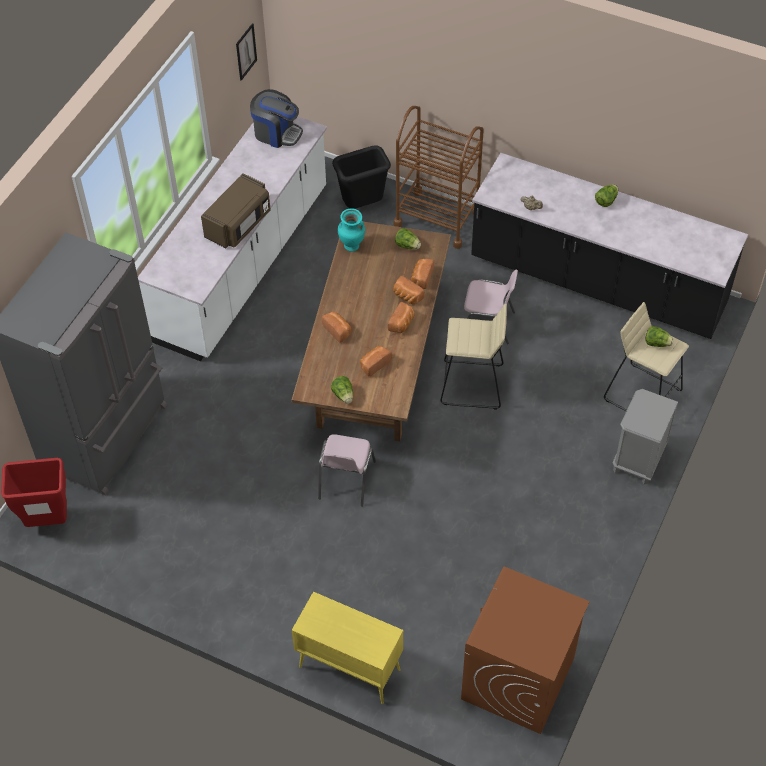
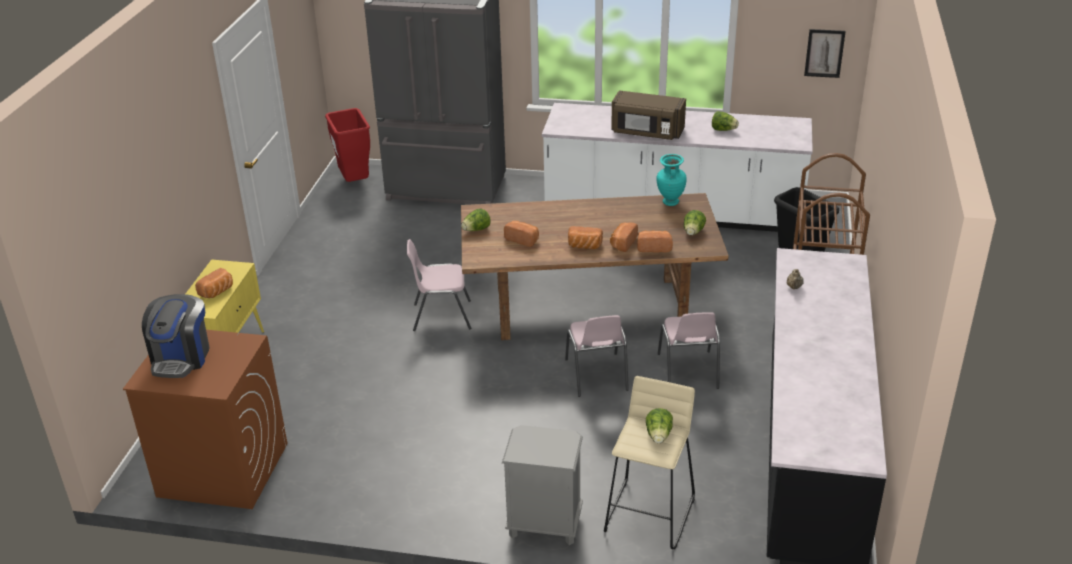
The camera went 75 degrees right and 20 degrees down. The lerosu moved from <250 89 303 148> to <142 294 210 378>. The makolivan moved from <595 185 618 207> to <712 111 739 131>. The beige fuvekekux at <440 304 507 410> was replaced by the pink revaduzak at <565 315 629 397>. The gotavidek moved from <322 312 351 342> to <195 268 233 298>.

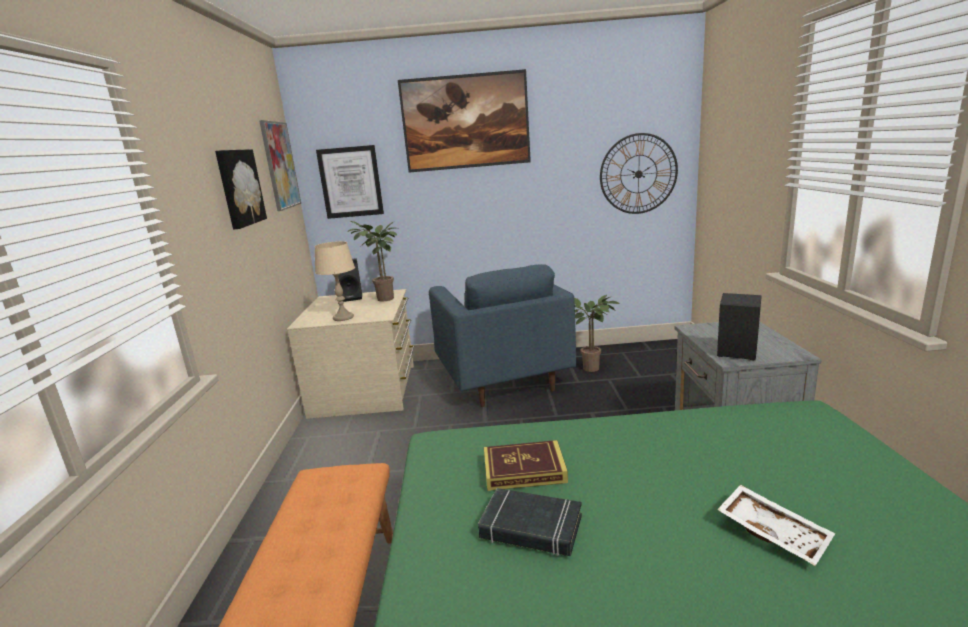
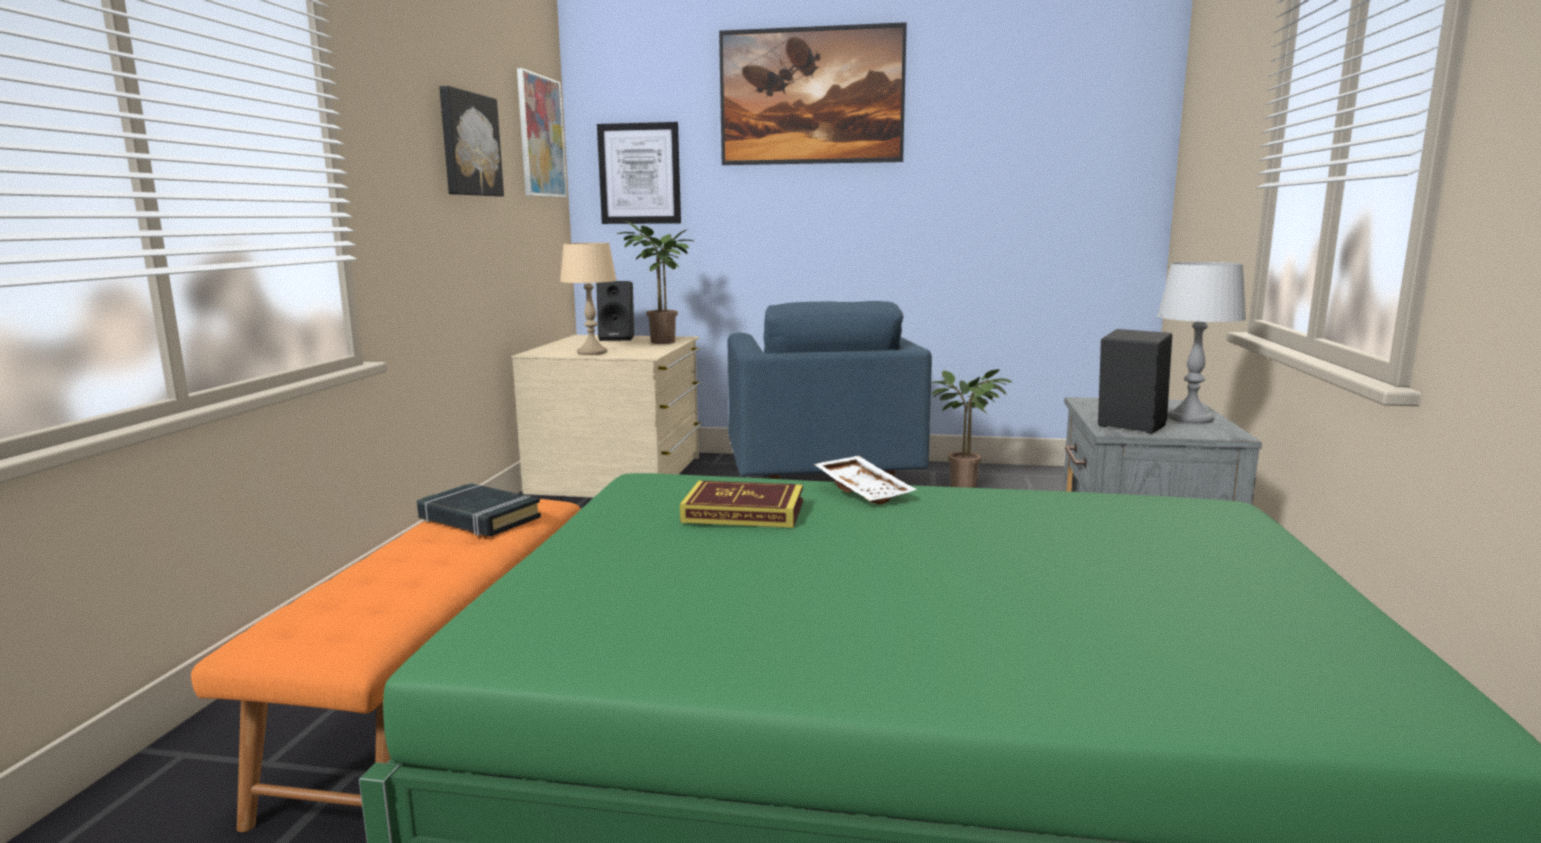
The camera went 10 degrees right and 5 degrees down. The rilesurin at <600 133 678 214> disappeared. The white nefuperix moved from <717 485 835 566> to <814 456 917 505>. The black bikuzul moved from <478 488 582 556> to <417 483 541 537>. The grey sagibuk at <1157 262 1246 424> appeared.

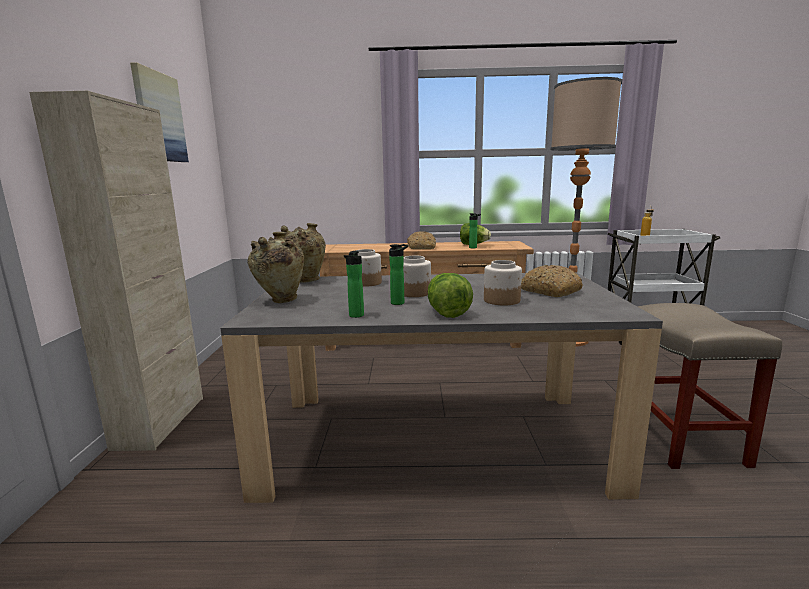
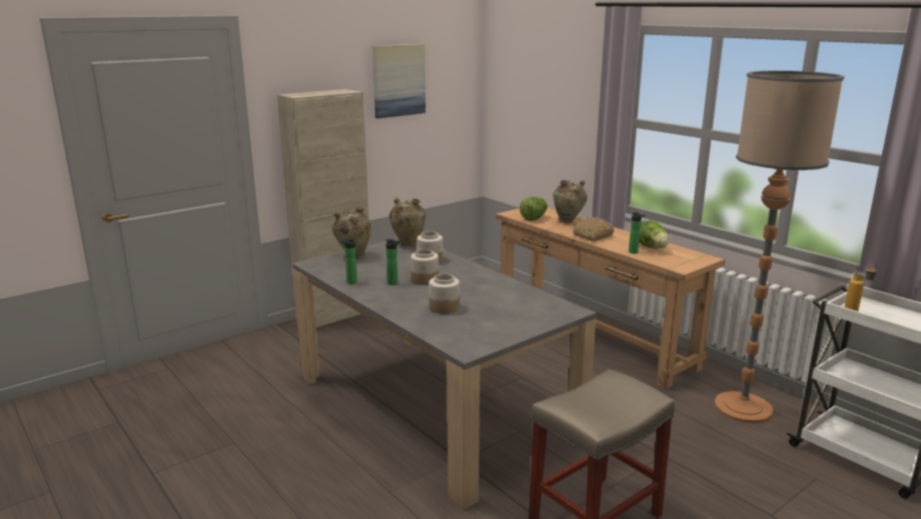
The camera went 50 degrees right and 5 degrees up. The gotavidek at <521 265 583 297> disappeared. The makolivan moved from <428 273 473 318> to <519 197 548 221>. The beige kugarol at <553 180 587 223> appeared.

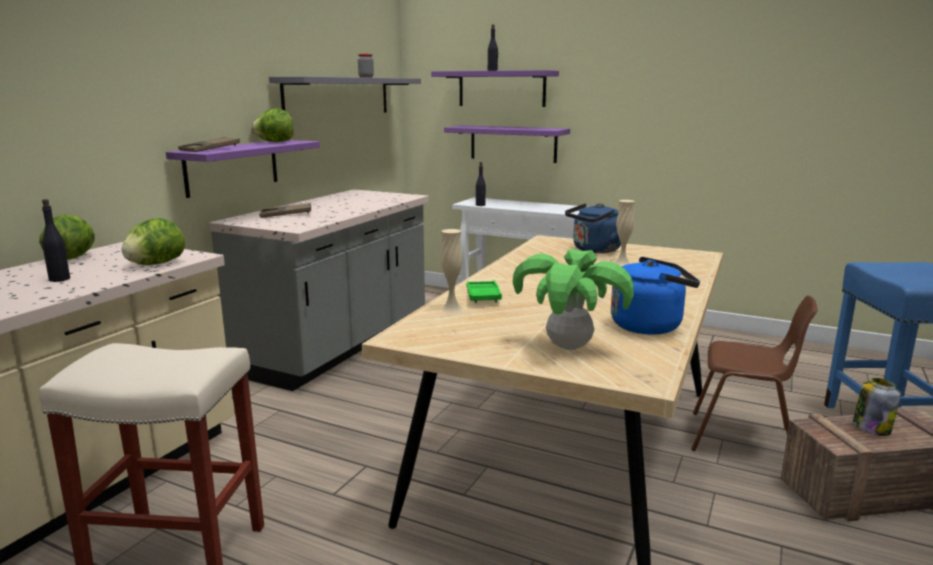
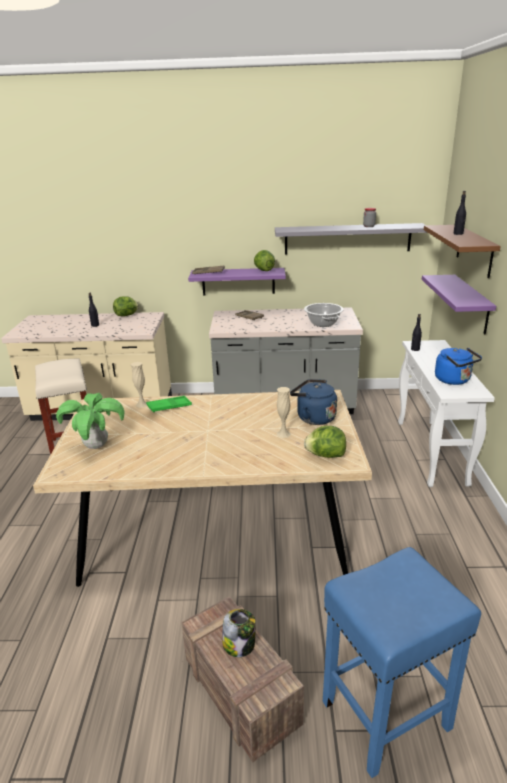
The camera went 65 degrees right and 10 degrees up. The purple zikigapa at <431 70 559 107> became the brown zikigapa at <424 225 501 278>. The makolivan moved from <122 218 185 265> to <304 426 346 458>. The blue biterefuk moved from <611 257 700 335> to <435 348 482 385>. The brown revaduzak at <691 295 818 451> disappeared. The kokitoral at <304 303 344 327> appeared.

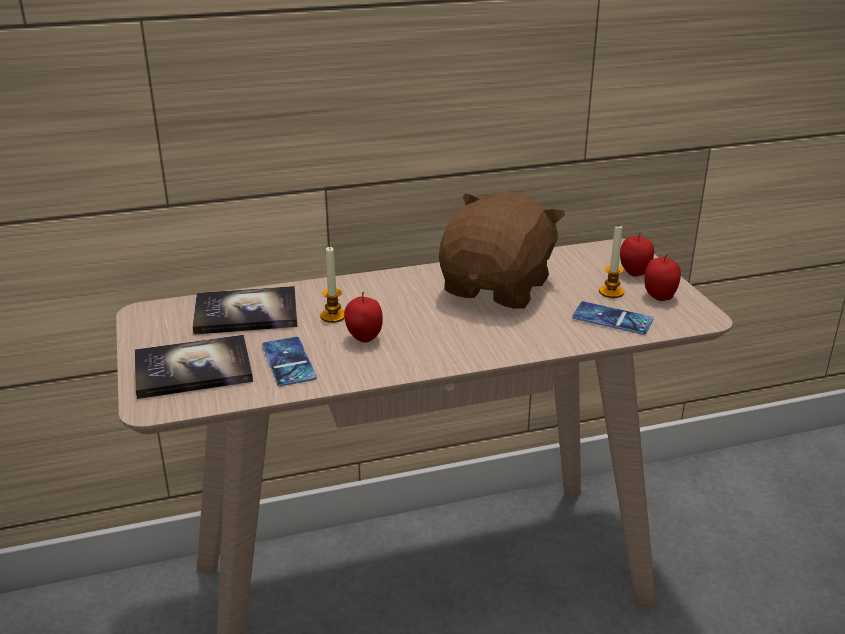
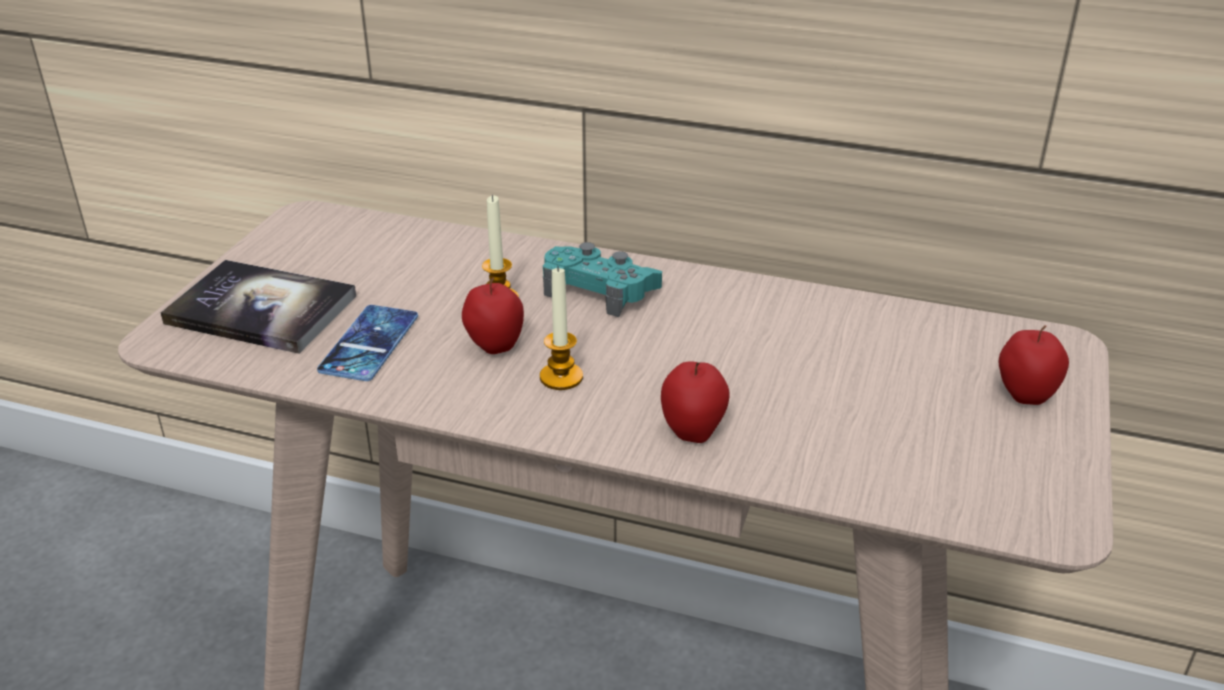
The camera went 35 degrees right and 5 degrees up. The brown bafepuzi at <439 192 565 309> disappeared. The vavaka moved from <599 226 624 298> to <540 267 583 390>. The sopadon moved from <644 255 681 301> to <661 361 729 443>. The bikuzul at <193 286 298 335> disappeared. The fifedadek at <572 301 653 335> disappeared. The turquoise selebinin at <543 242 662 317> appeared.

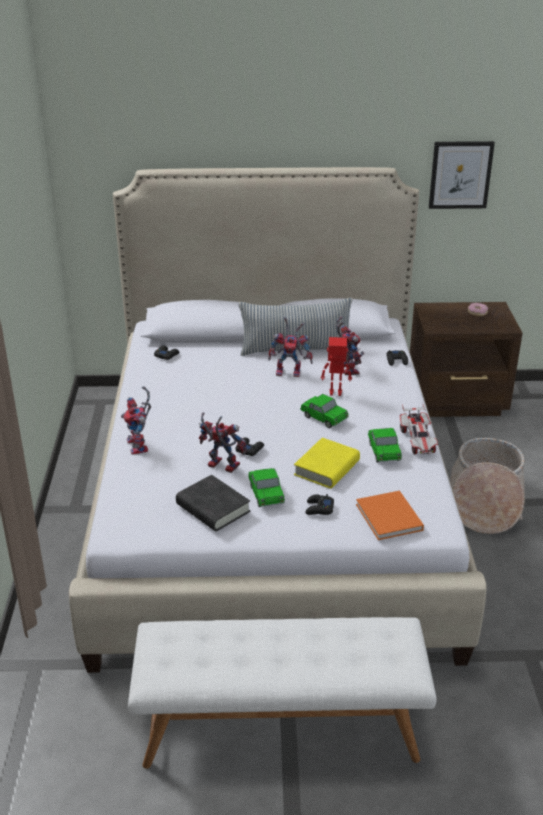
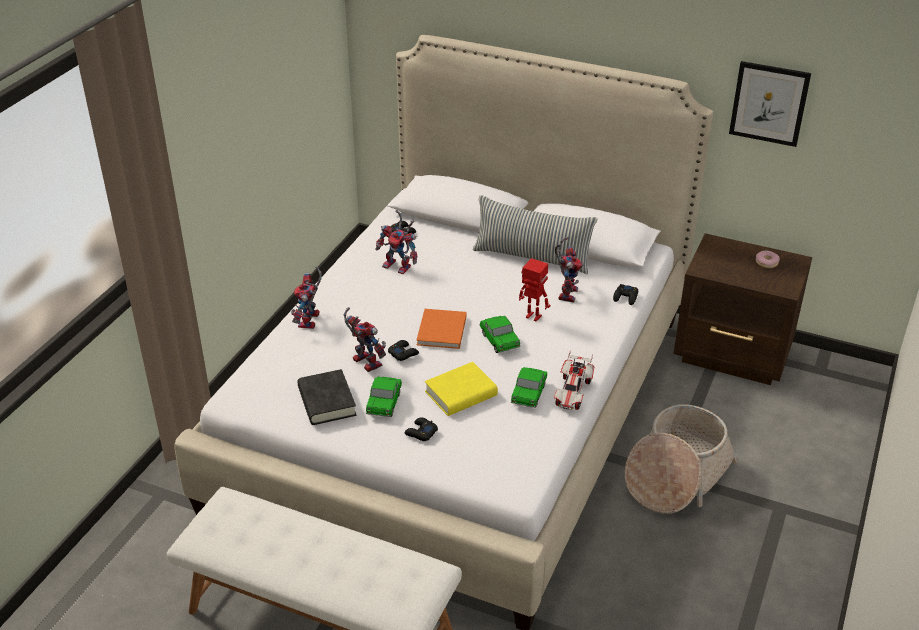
The camera went 25 degrees right and 5 degrees up. The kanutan moved from <268 317 313 377> to <375 210 418 274>. The orange bikuzul moved from <356 491 424 540> to <416 309 466 349>.

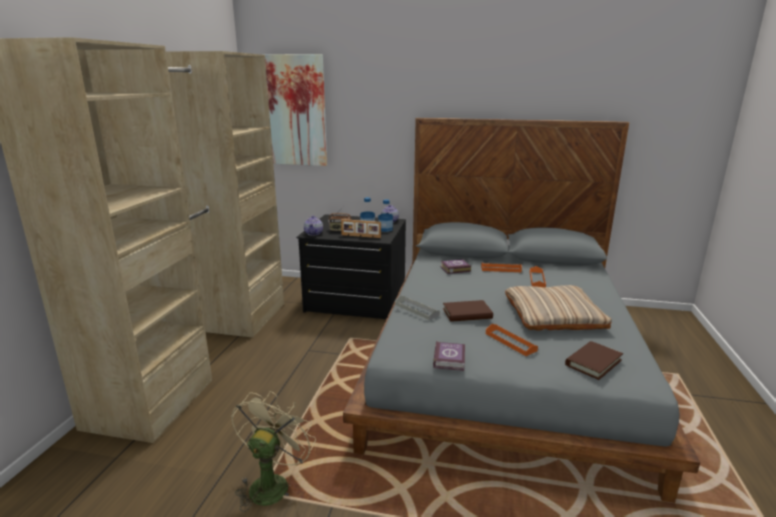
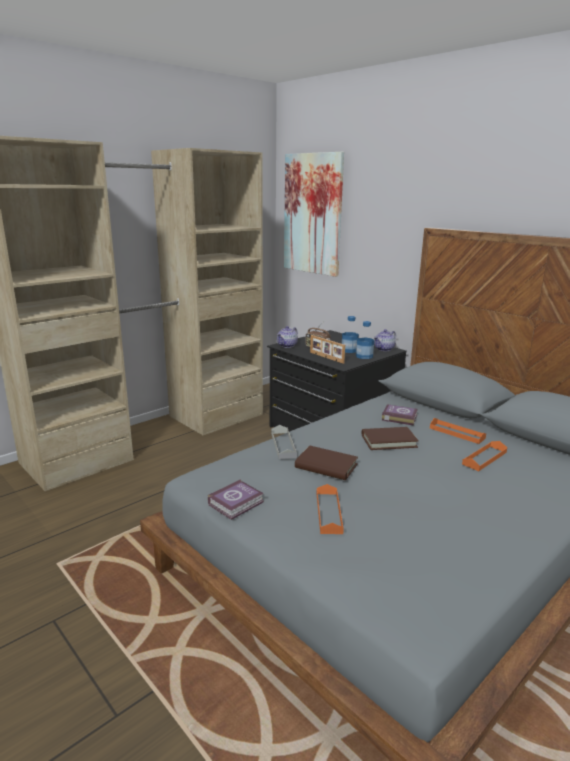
The camera went 35 degrees right and 0 degrees up. The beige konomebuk at <505 285 612 331> disappeared. The brown bikuzul moved from <565 341 623 380> to <362 427 419 450>. The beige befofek at <231 391 316 512> disappeared.

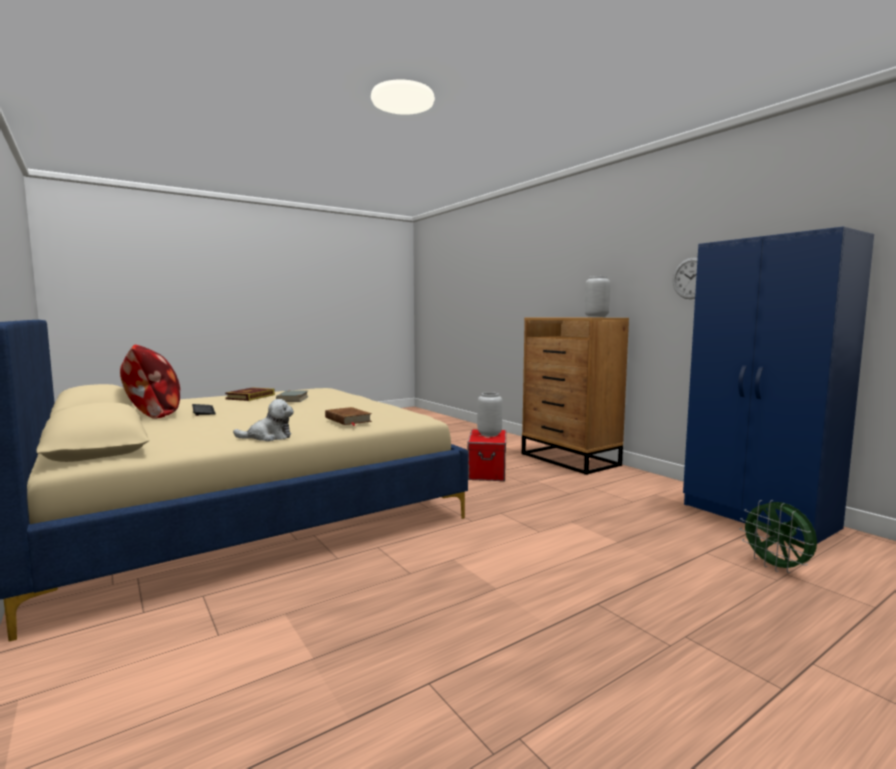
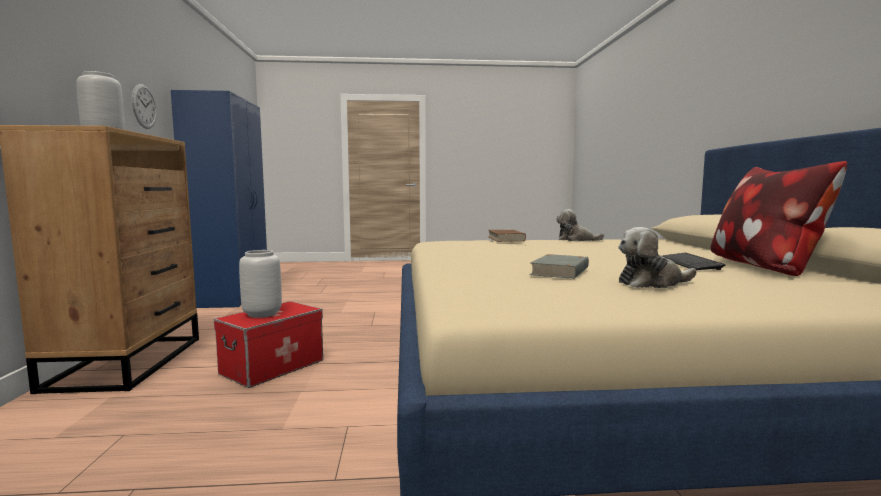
The camera went 150 degrees left and 0 degrees up. The bikuzul at <225 387 275 401> was replaced by the bafepuzi at <619 227 696 288>. The green befofek at <739 500 817 573> disappeared.

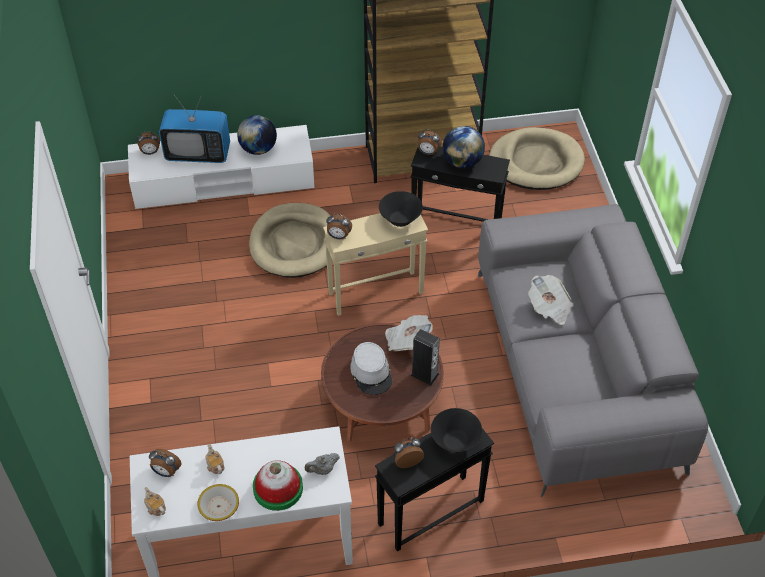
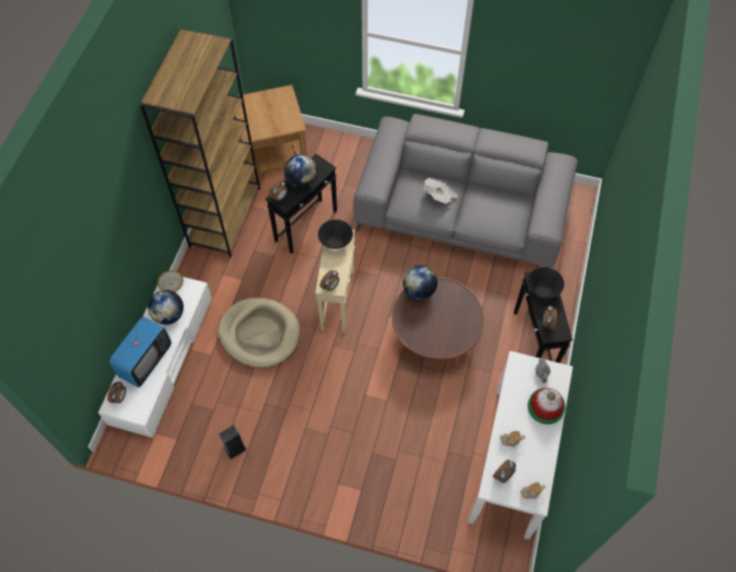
The camera went 65 degrees left and 10 degrees up. The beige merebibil at <489 127 585 190> was replaced by the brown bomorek at <236 85 307 180>. The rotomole at <385 315 433 351> was replaced by the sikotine at <403 265 438 300>. The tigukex moved from <410 329 440 385> to <219 425 247 460>. The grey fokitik at <350 342 392 395> disappeared. The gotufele moved from <197 484 239 521> to <157 270 183 292>.

